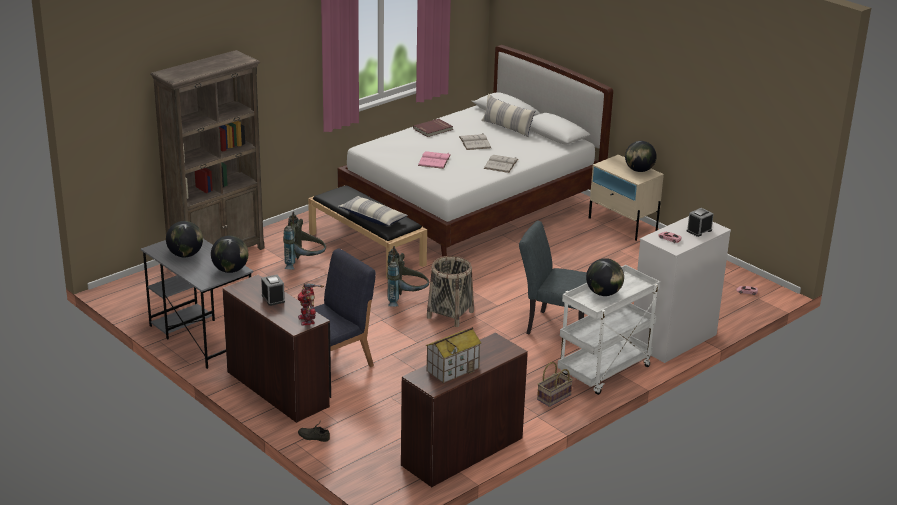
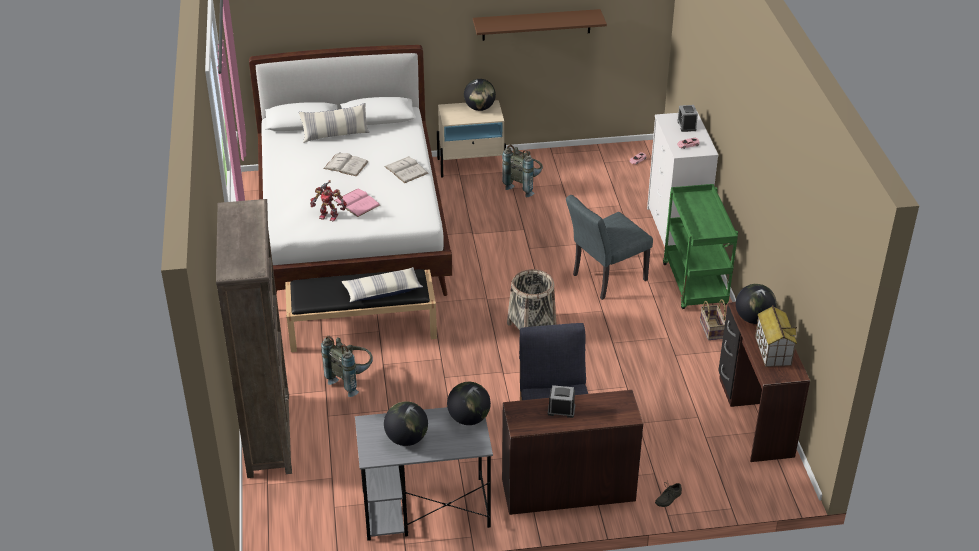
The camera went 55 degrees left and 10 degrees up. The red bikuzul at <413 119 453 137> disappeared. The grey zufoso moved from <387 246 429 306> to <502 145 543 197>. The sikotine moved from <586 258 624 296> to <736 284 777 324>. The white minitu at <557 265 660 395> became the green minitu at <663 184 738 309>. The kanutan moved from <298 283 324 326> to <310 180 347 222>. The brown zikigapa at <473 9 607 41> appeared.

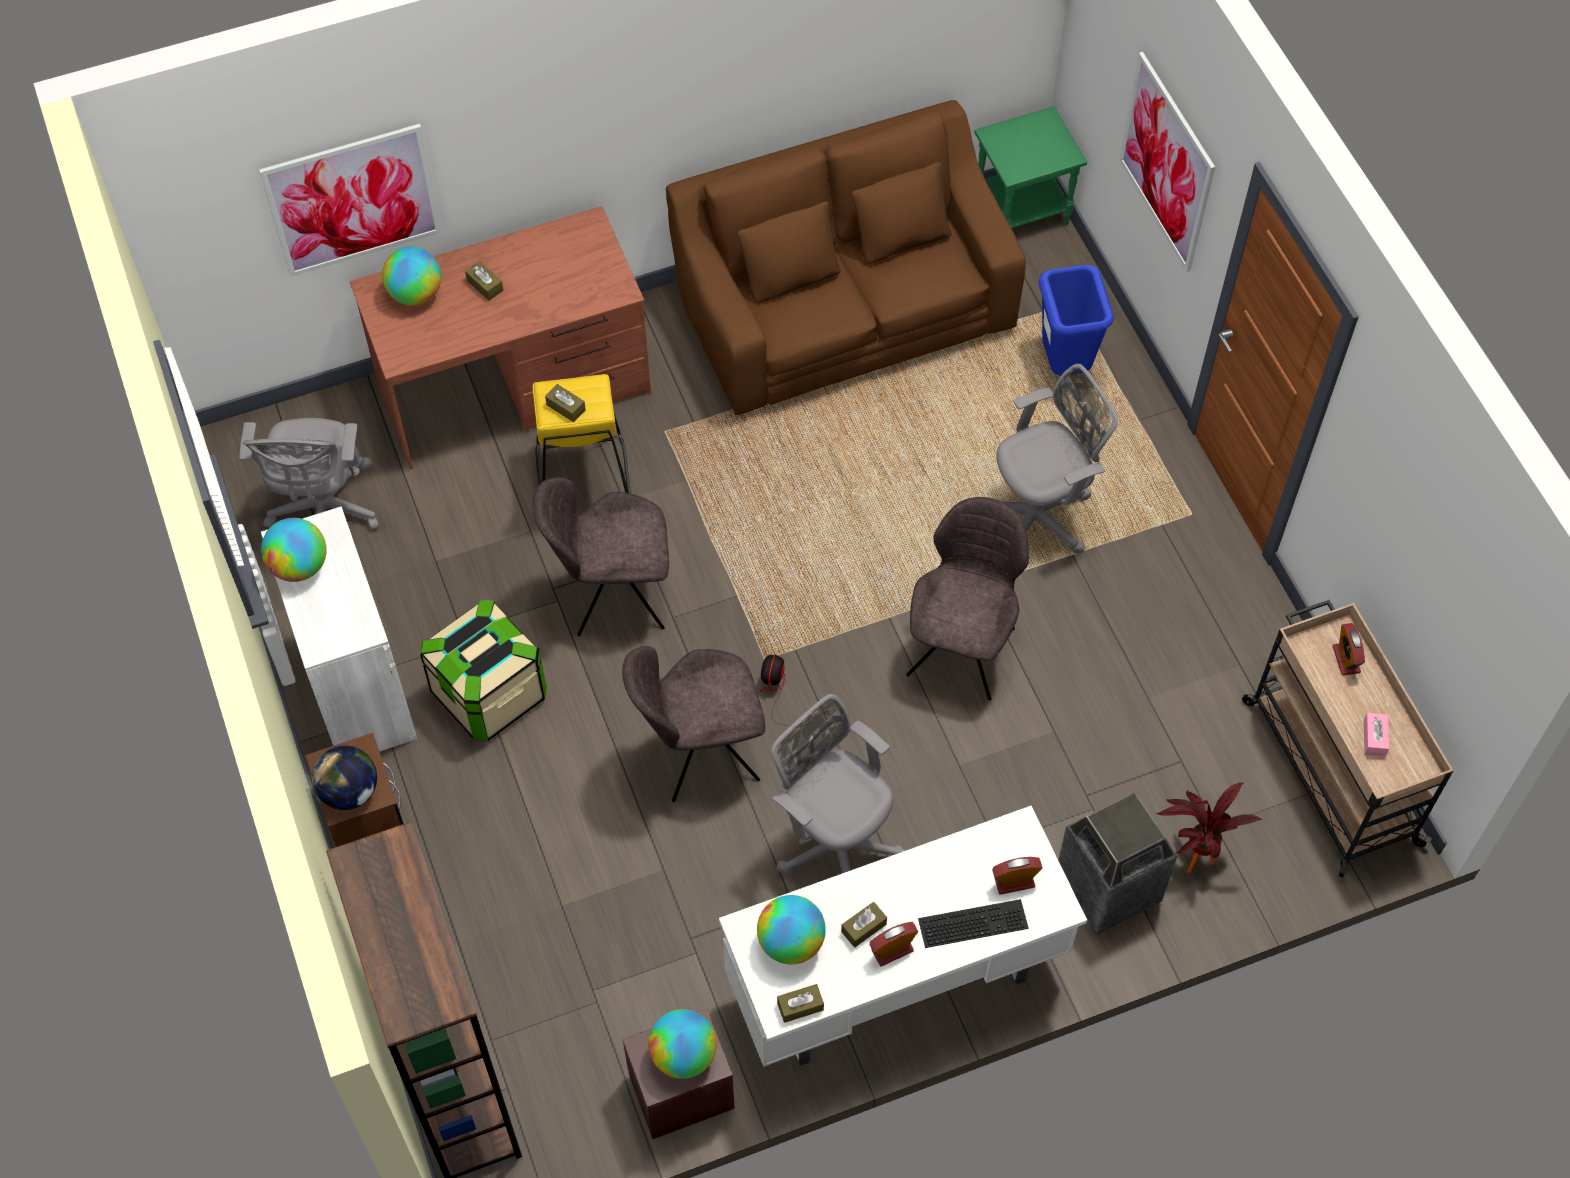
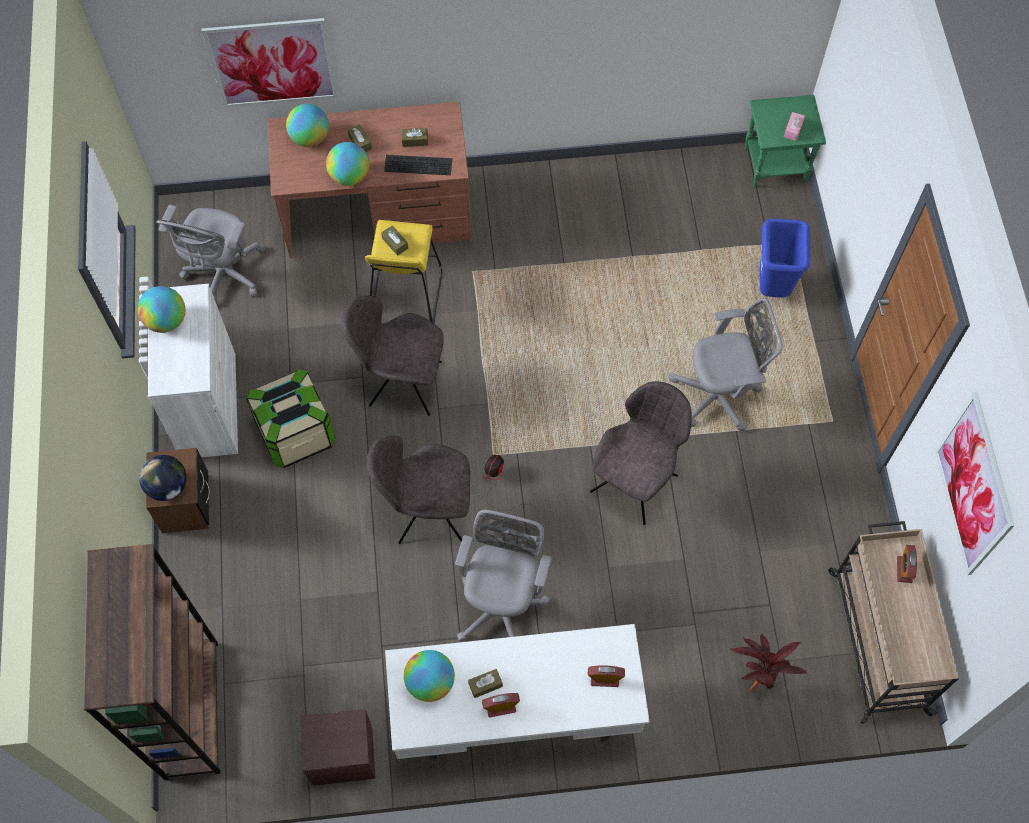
The camera went 15 degrees right and 5 degrees up. The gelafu moved from <1119 52 1215 272> to <935 392 1015 575>. The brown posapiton at <666 100 1026 415> disappeared. The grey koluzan at <771 694 906 874> turned 45 degrees clockwise. The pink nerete moved from <1364 713 1389 757> to <784 112 805 141>. The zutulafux at <1058 792 1177 935> disappeared. The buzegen moved from <918 899 1029 948> to <384 155 452 175>. The brown nerete moved from <777 984 824 1023> to <401 128 428 147>. The sikotine moved from <648 1009 717 1079> to <326 142 370 186>.

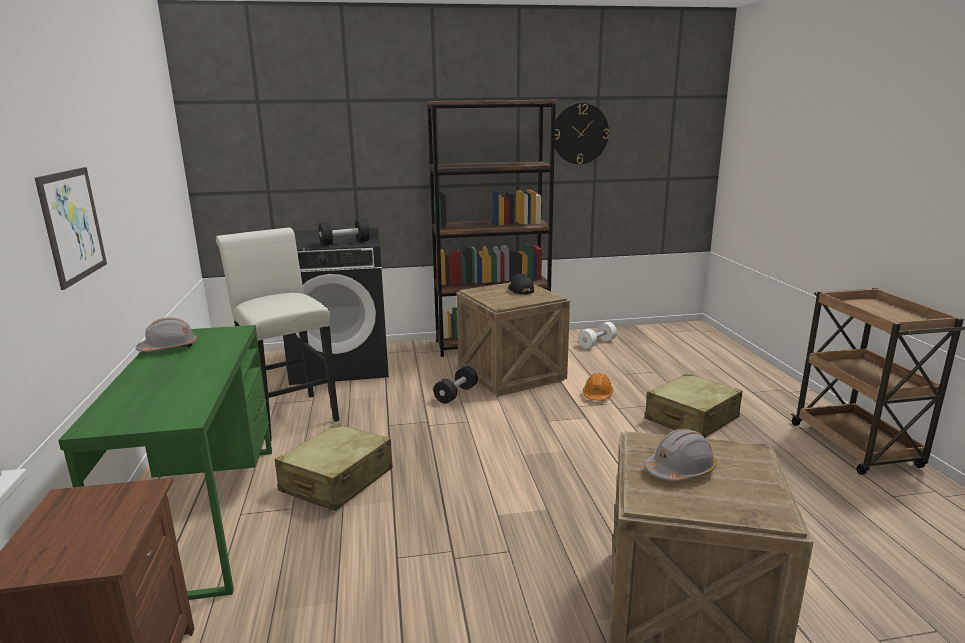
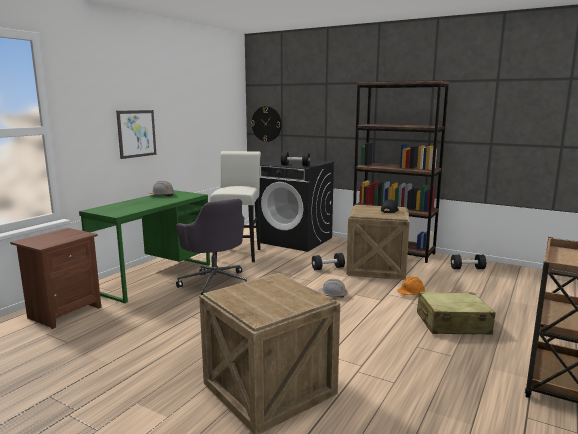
The camera went 40 degrees right and 5 degrees down. The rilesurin moved from <555 103 609 164> to <251 106 282 142>. The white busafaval at <578 322 617 349> became the black busafaval at <451 255 486 269>. The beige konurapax at <275 424 393 511> was replaced by the grey koluzan at <176 199 247 295>. The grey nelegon moved from <644 428 717 481> to <317 279 348 297>.

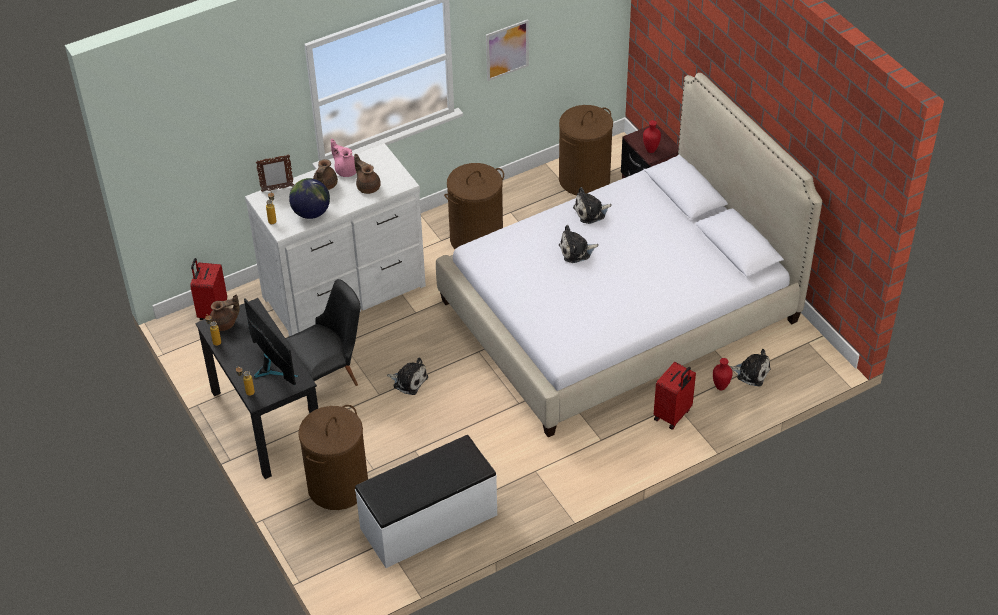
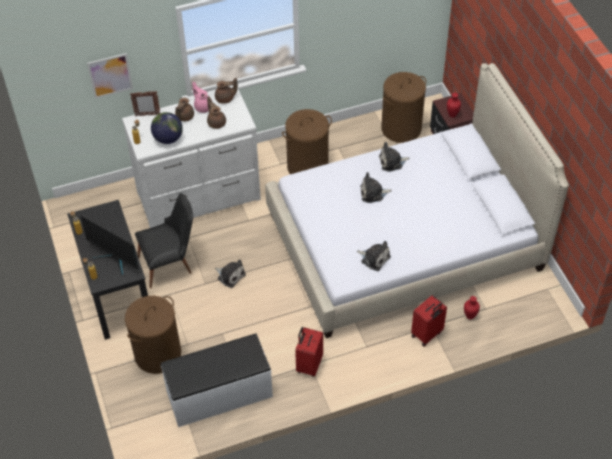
The camera went 10 degrees right and 5 degrees up. The gelafu moved from <486 19 529 81> to <87 53 133 99>. The red konurapax moved from <190 258 227 320> to <295 327 323 377>. The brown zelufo moved from <210 294 240 331> to <215 78 238 104>. The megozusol at <244 298 299 385> turned 150 degrees clockwise. The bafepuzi moved from <730 349 771 386> to <357 241 391 271>.

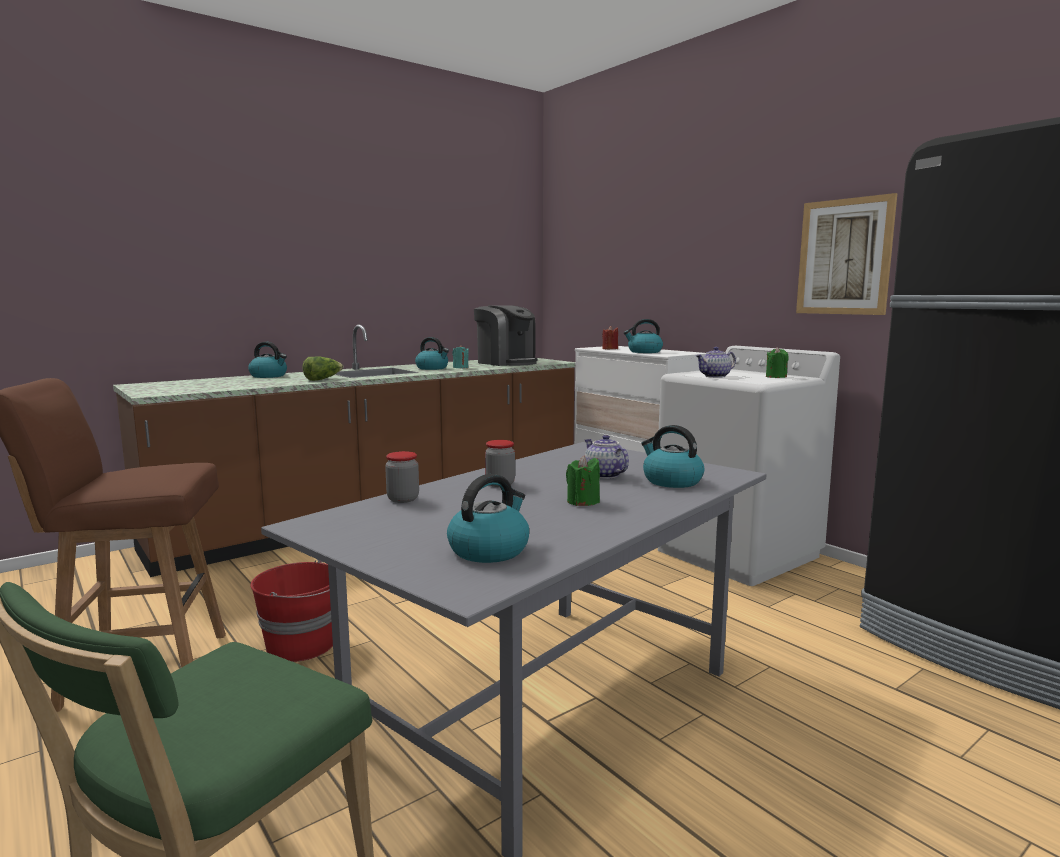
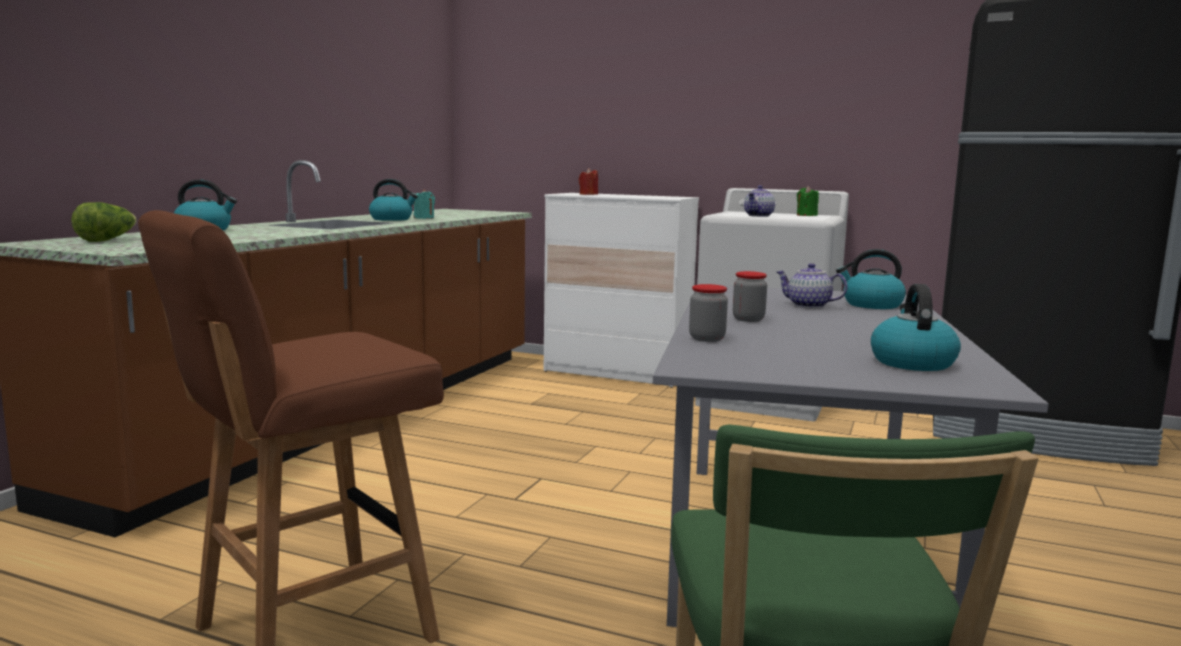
The camera went 30 degrees left and 0 degrees up. The gelafu at <796 193 897 315> disappeared. The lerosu at <474 305 537 366> disappeared. The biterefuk at <624 319 663 353> disappeared. The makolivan moved from <302 356 343 381> to <71 202 137 242>. The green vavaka at <566 456 600 506> disappeared. The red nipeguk at <250 559 333 662> disappeared.

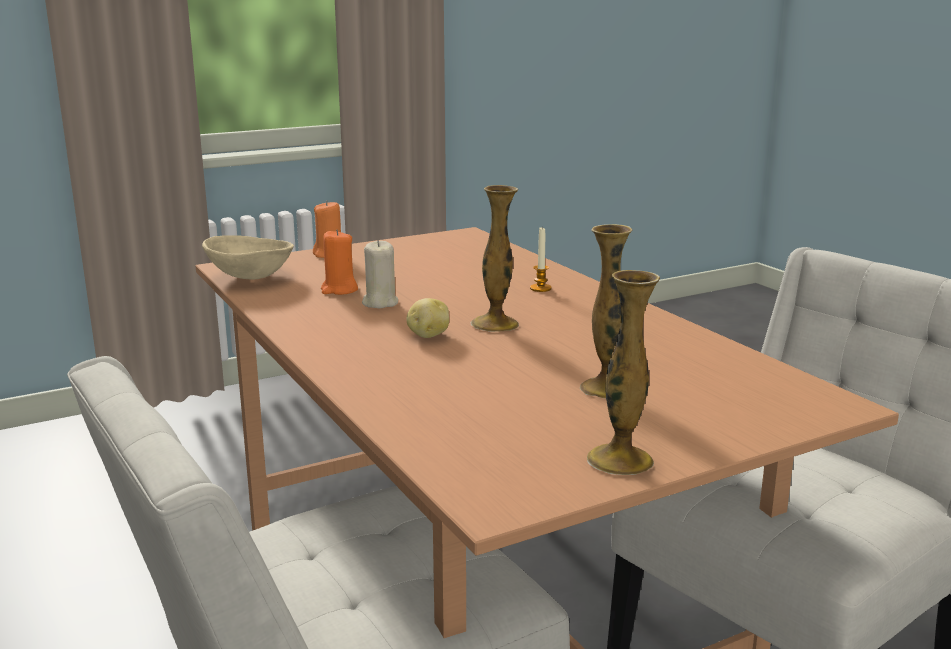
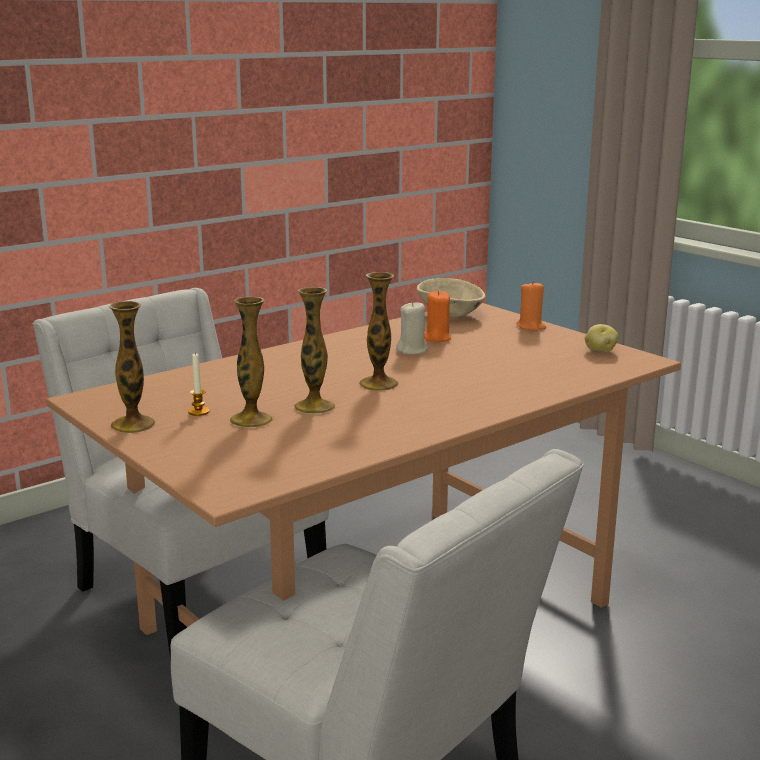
The camera went 80 degrees right and 0 degrees up. The vavaka moved from <530 226 552 292> to <188 353 210 416>. The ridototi moved from <406 298 449 338> to <585 324 619 352>. The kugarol at <294 287 335 414> appeared.

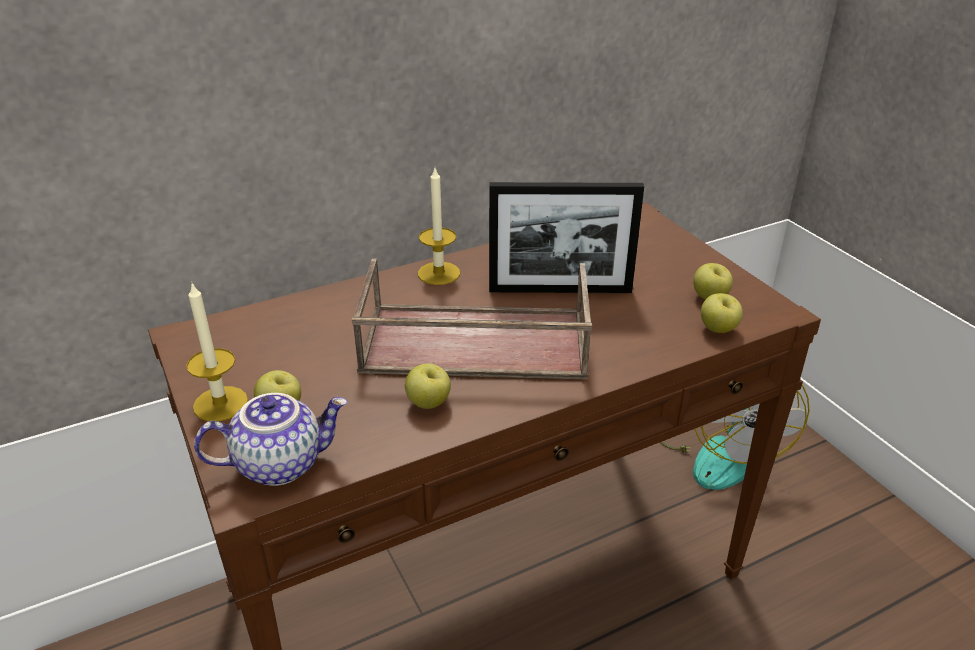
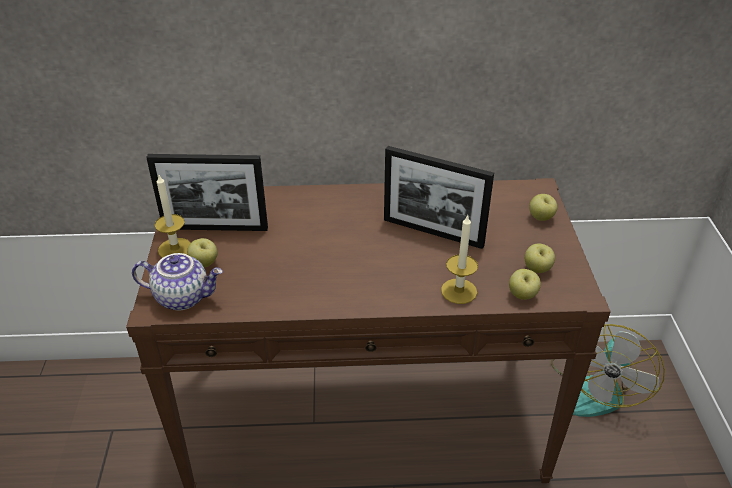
The camera went 25 degrees right and 5 degrees up. The vavaka moved from <418 168 460 285> to <441 214 478 304>. The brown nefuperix at <352 258 592 380> disappeared. The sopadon moved from <405 363 451 409> to <529 194 557 221>. The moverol at <146 154 268 231> appeared.

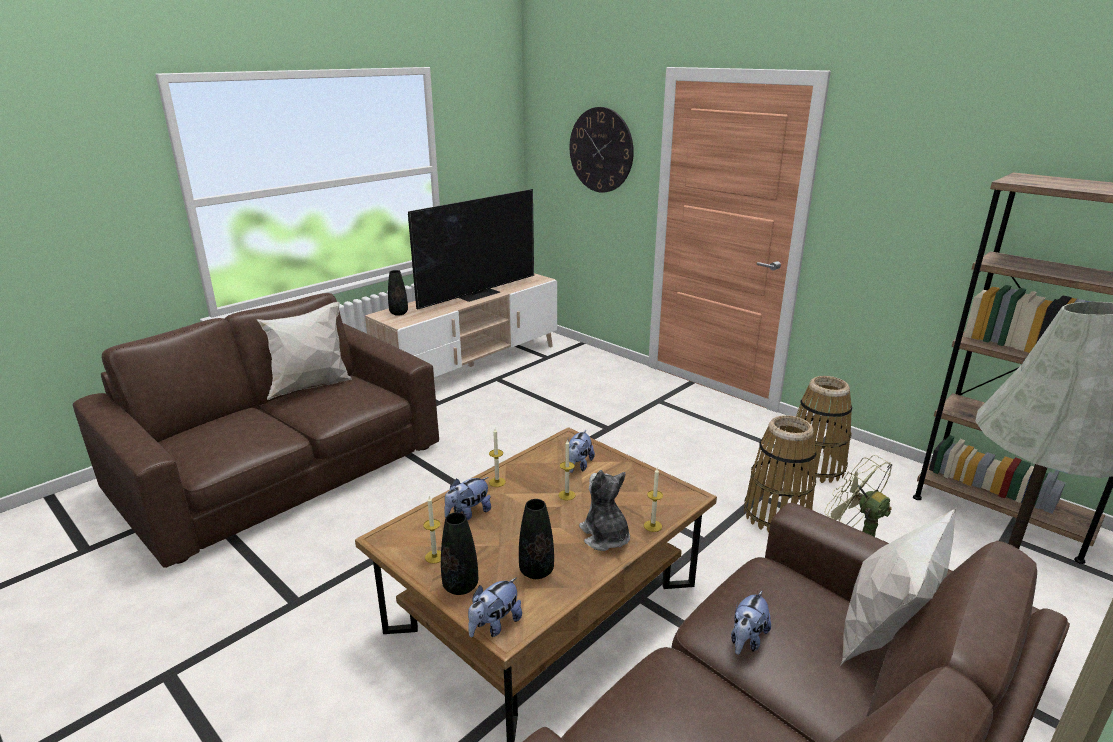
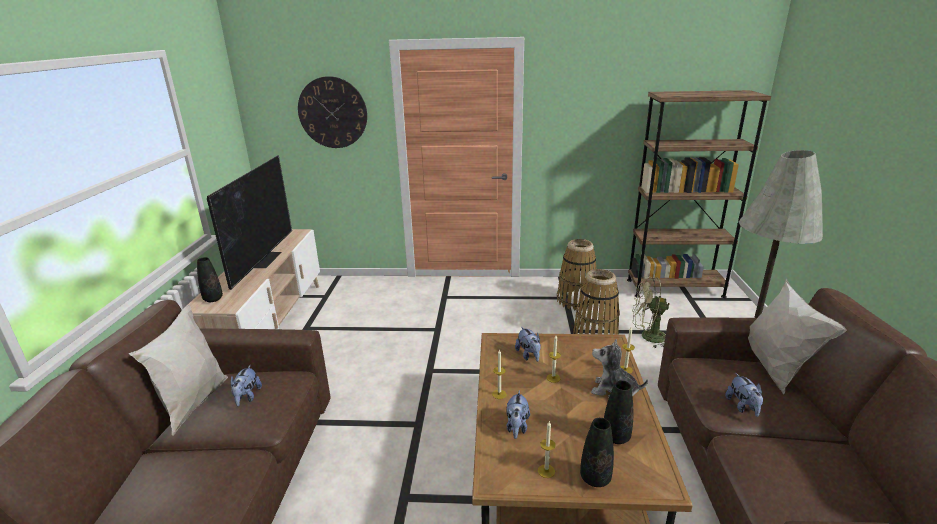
The camera went 40 degrees left and 0 degrees up. The bafepuzi moved from <468 577 522 637> to <230 365 262 406>.

